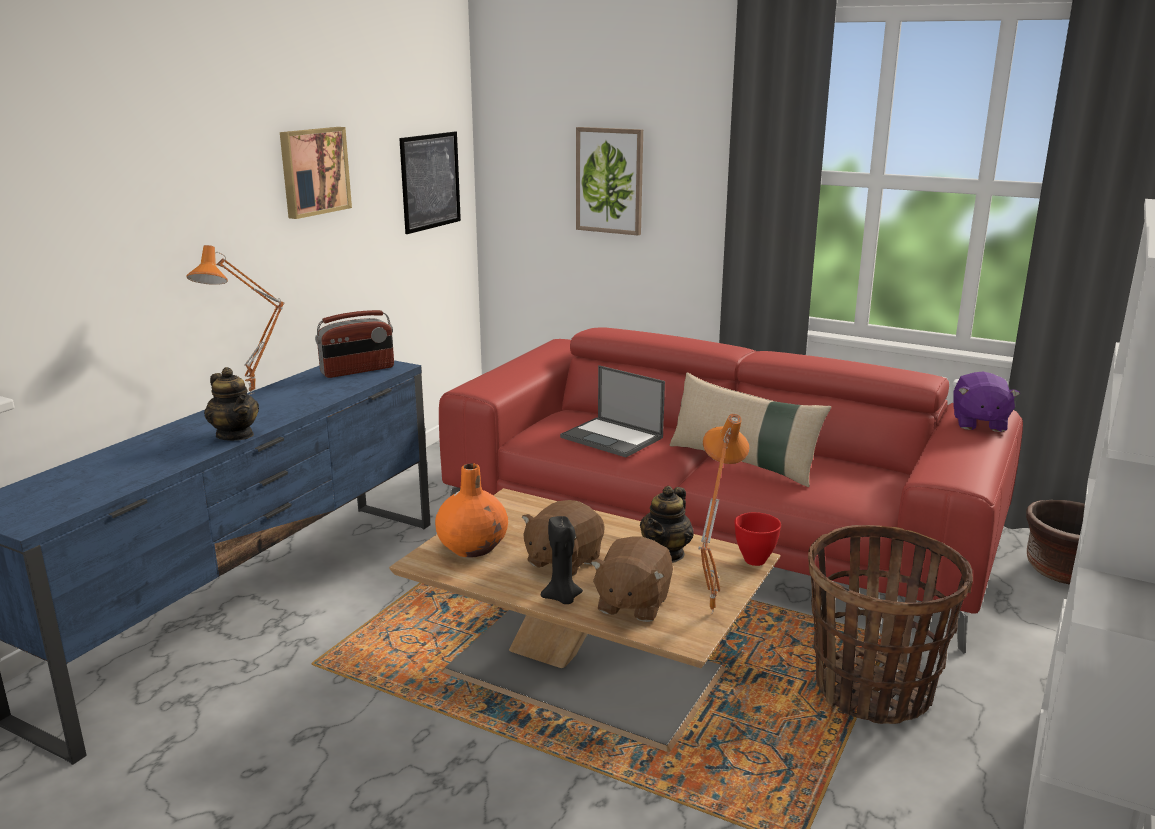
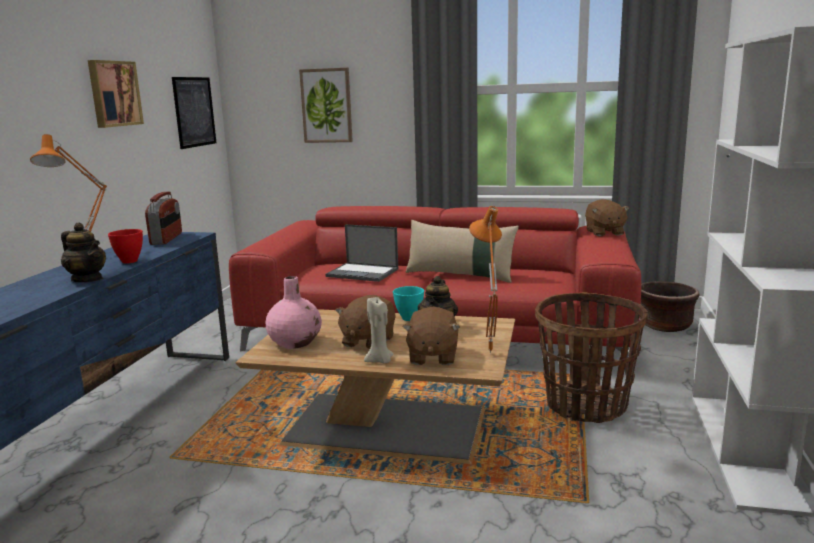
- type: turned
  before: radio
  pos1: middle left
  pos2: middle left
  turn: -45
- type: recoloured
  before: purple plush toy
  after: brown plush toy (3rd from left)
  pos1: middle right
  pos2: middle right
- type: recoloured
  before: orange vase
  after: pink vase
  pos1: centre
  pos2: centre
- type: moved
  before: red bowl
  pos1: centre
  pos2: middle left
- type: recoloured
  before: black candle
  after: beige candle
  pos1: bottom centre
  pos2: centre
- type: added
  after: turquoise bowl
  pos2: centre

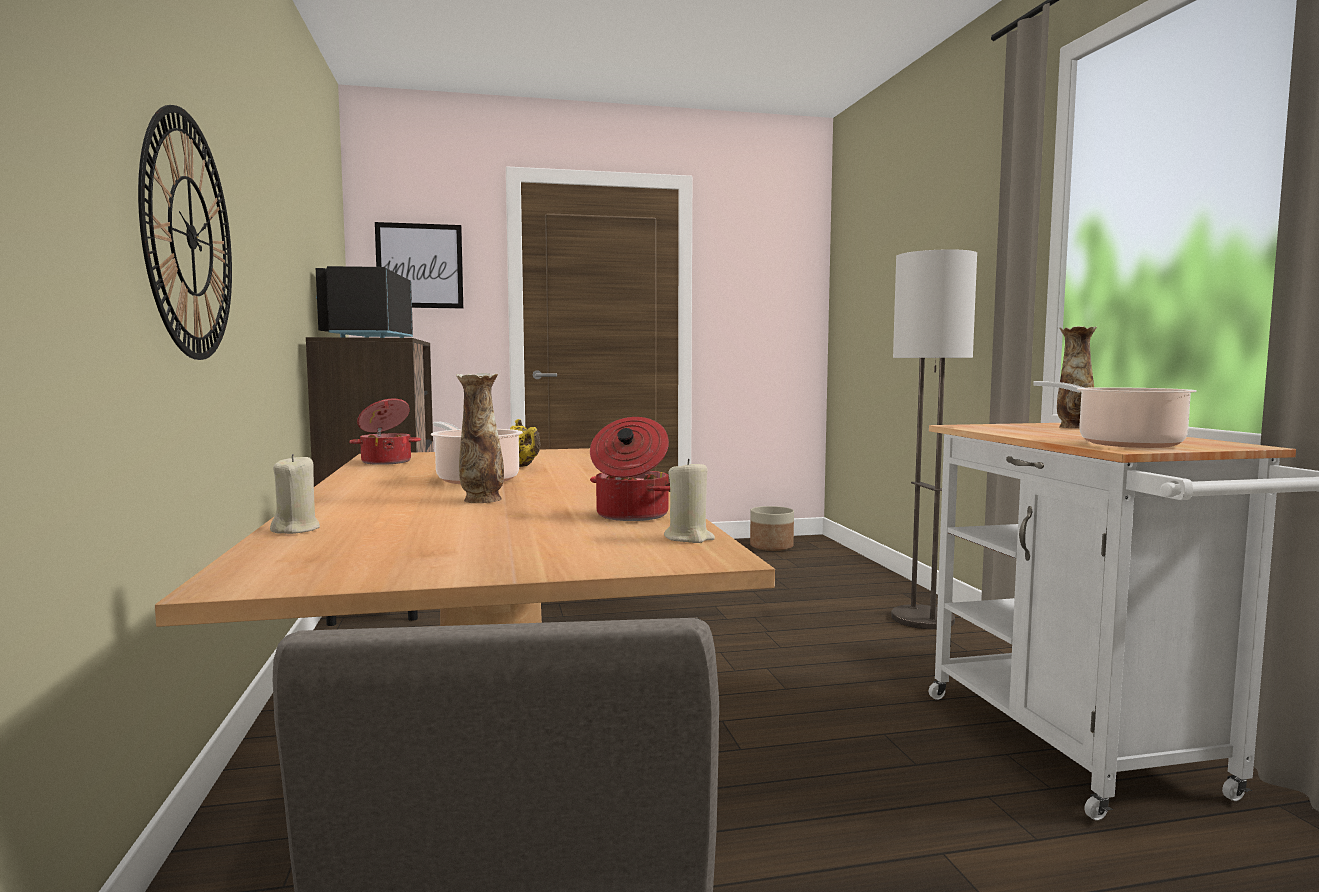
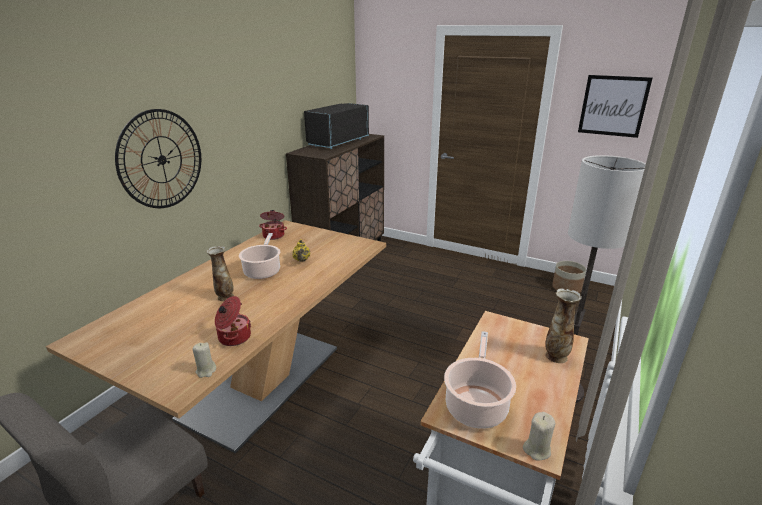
- type: moved
  before: picture
  pos1: top left
  pos2: top right
- type: moved
  before: beige candle (1st from left in the first image)
  after: beige candle (2nd from left)
  pos1: middle left
  pos2: bottom right

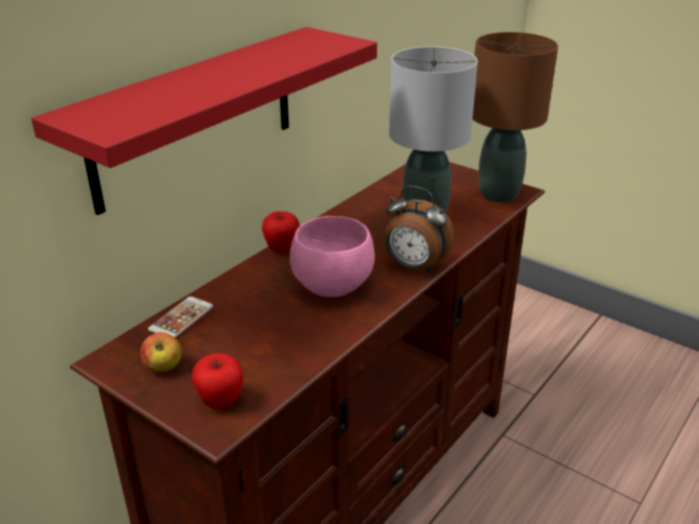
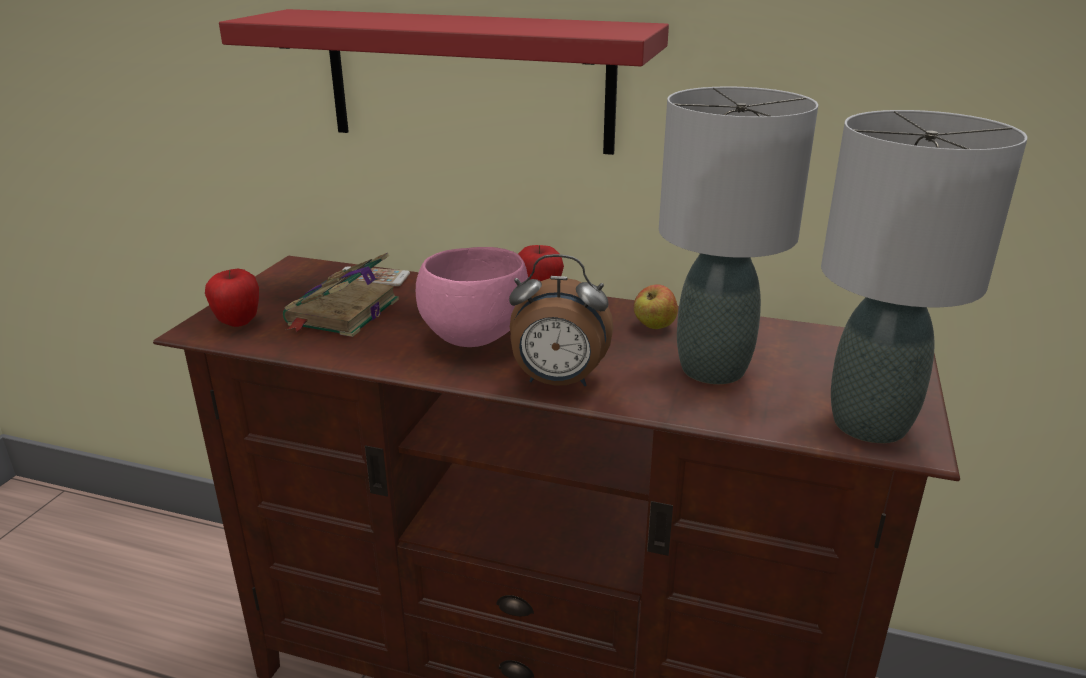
- type: recoloured
  before: brown table lamp
  after: grey table lamp (2nd from left)
  pos1: top right
  pos2: middle right
- type: turned
  before: alarm clock
  pos1: centre
  pos2: centre
  turn: -90
- type: moved
  before: apple (1st from left in the first image)
  after: apple (3rd from left)
  pos1: bottom left
  pos2: centre
- type: added
  after: book
  pos2: middle left

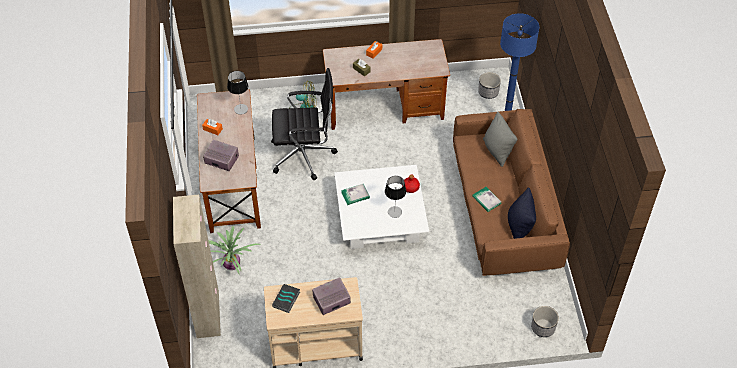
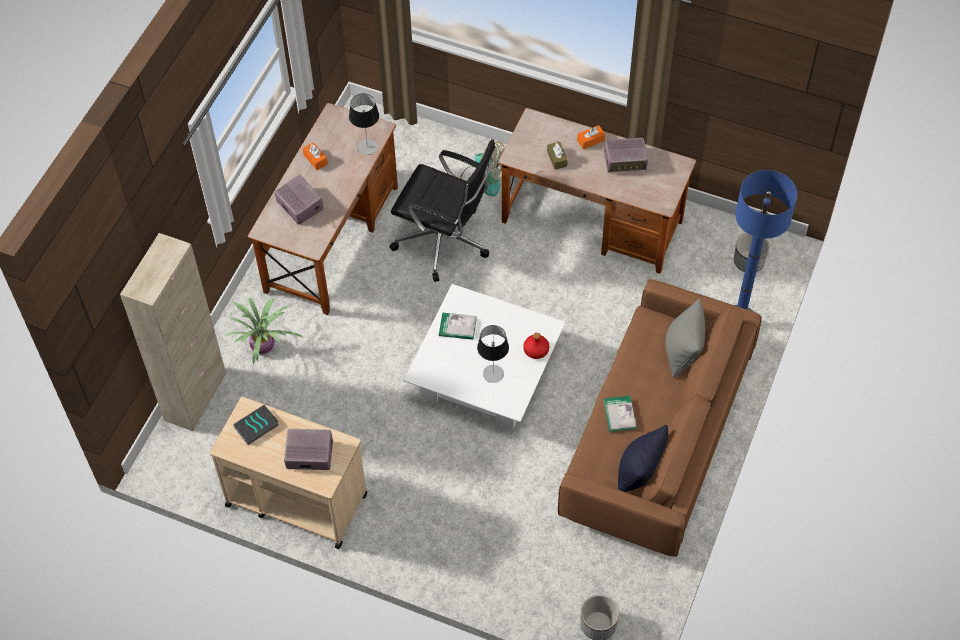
- type: added
  after: radio (3rd from left)
  pos2: top centre

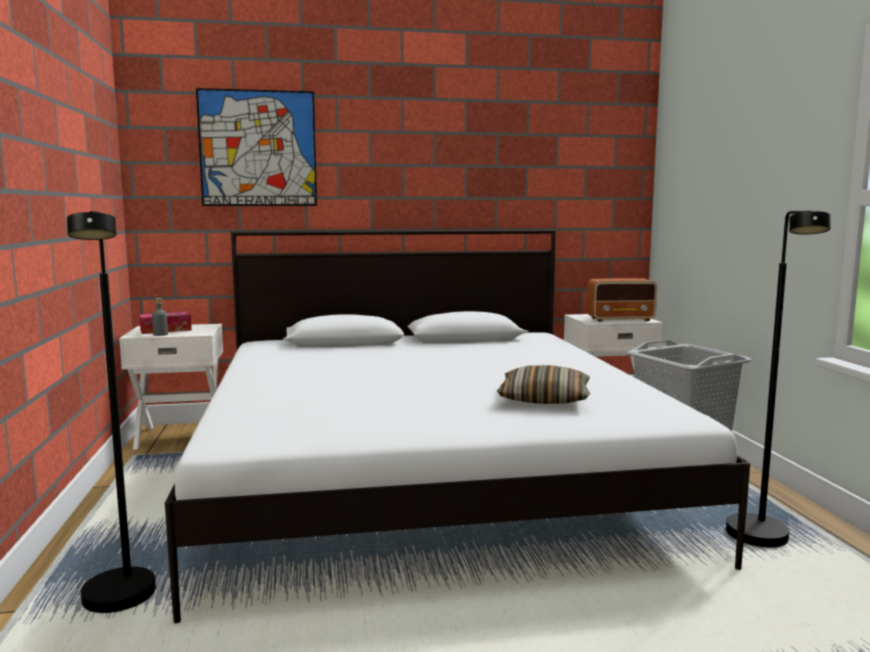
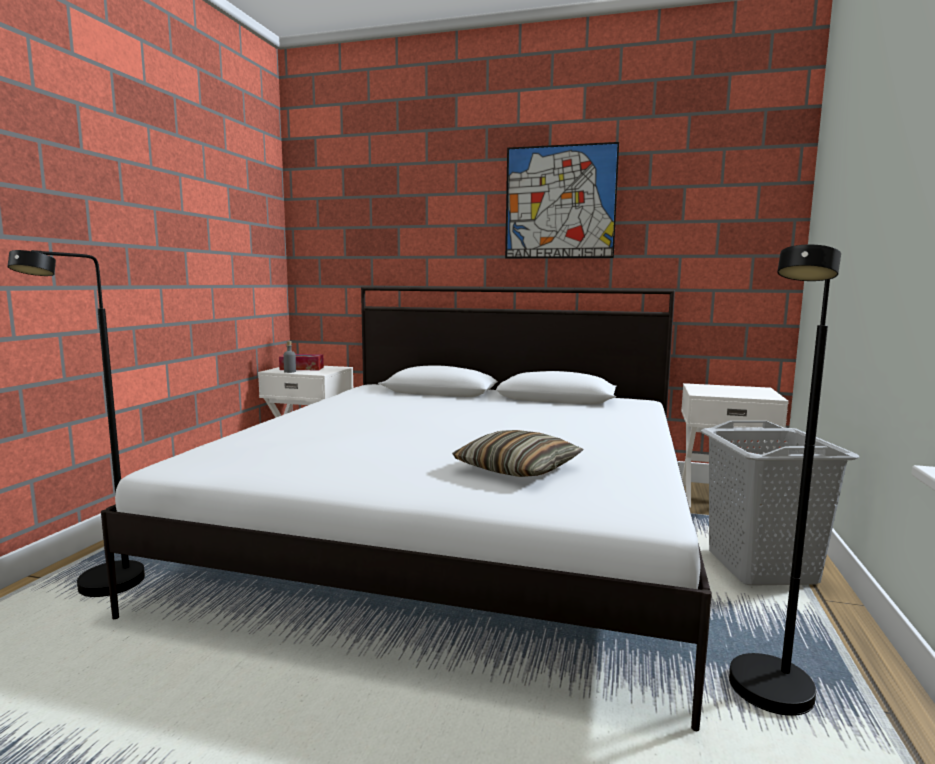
- type: moved
  before: picture
  pos1: top left
  pos2: top centre
- type: removed
  before: radio
  pos1: middle right

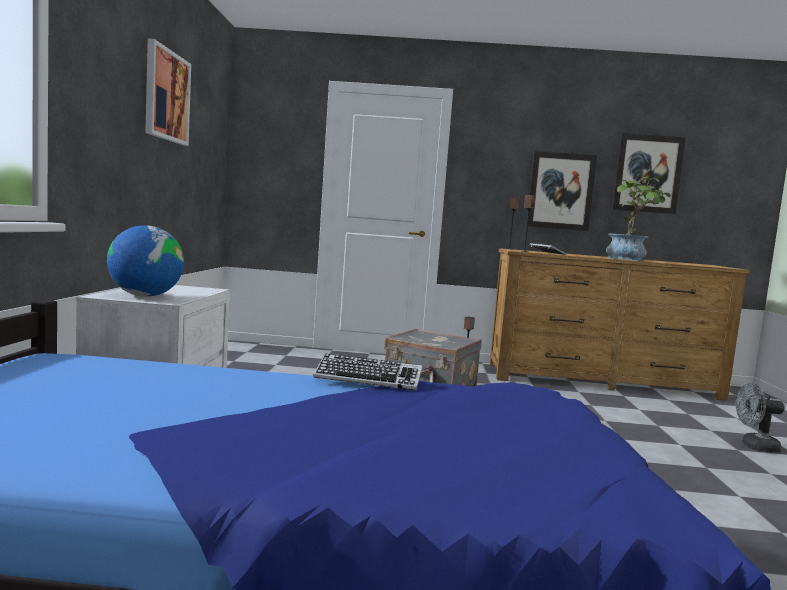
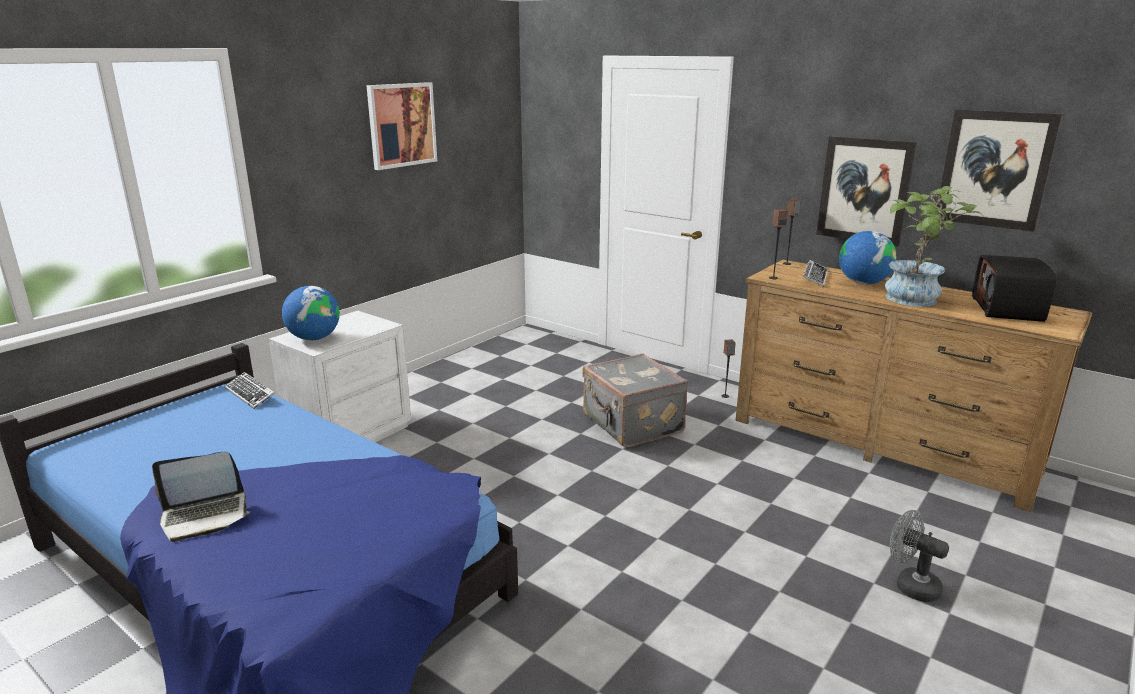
- type: moved
  before: keyboard (1st from left)
  pos1: centre
  pos2: middle left
- type: added
  after: globe (2nd from left)
  pos2: middle right
- type: added
  after: radio
  pos2: middle right
- type: added
  after: laptop
  pos2: bottom left

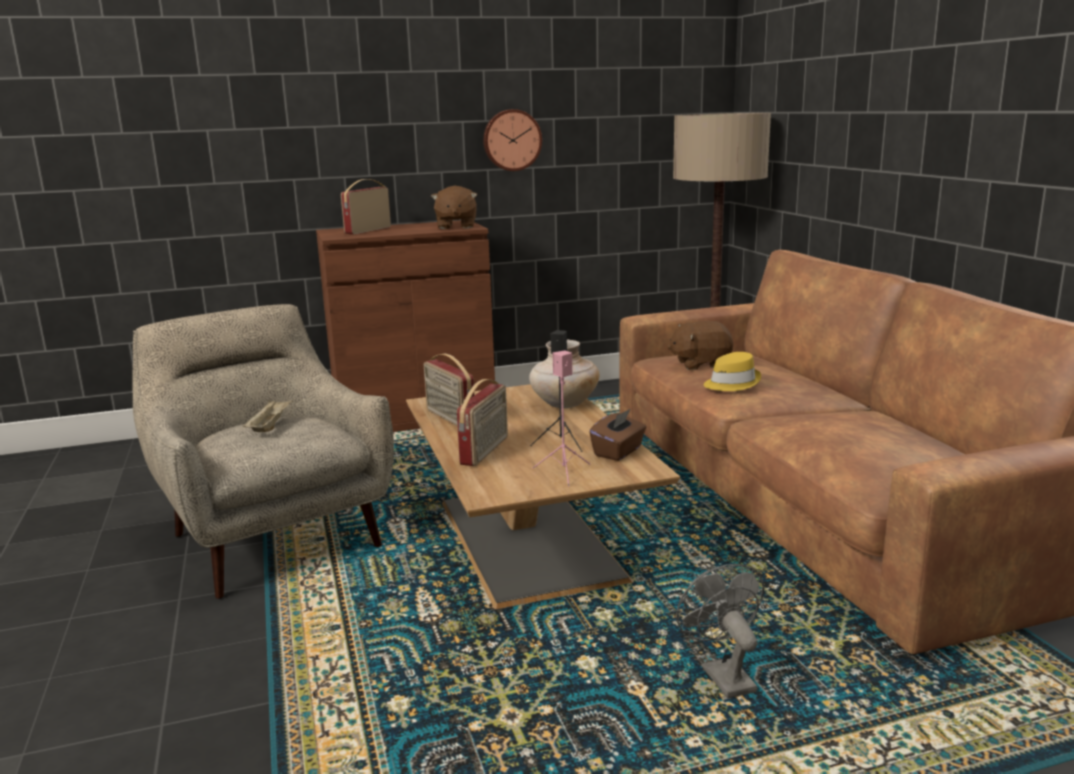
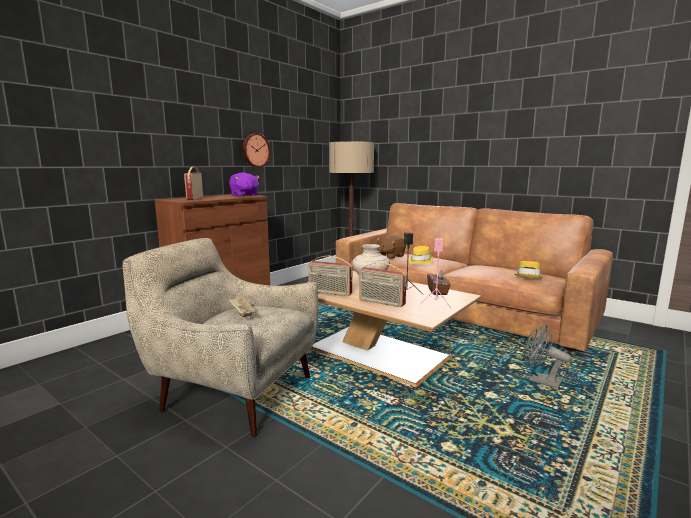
- type: recoloured
  before: brown plush toy (1st from left)
  after: purple plush toy
  pos1: top centre
  pos2: centre
- type: turned
  before: radio (3rd from left)
  pos1: centre
  pos2: centre
  turn: 135
- type: added
  after: yellow hat (2nd from left)
  pos2: middle right

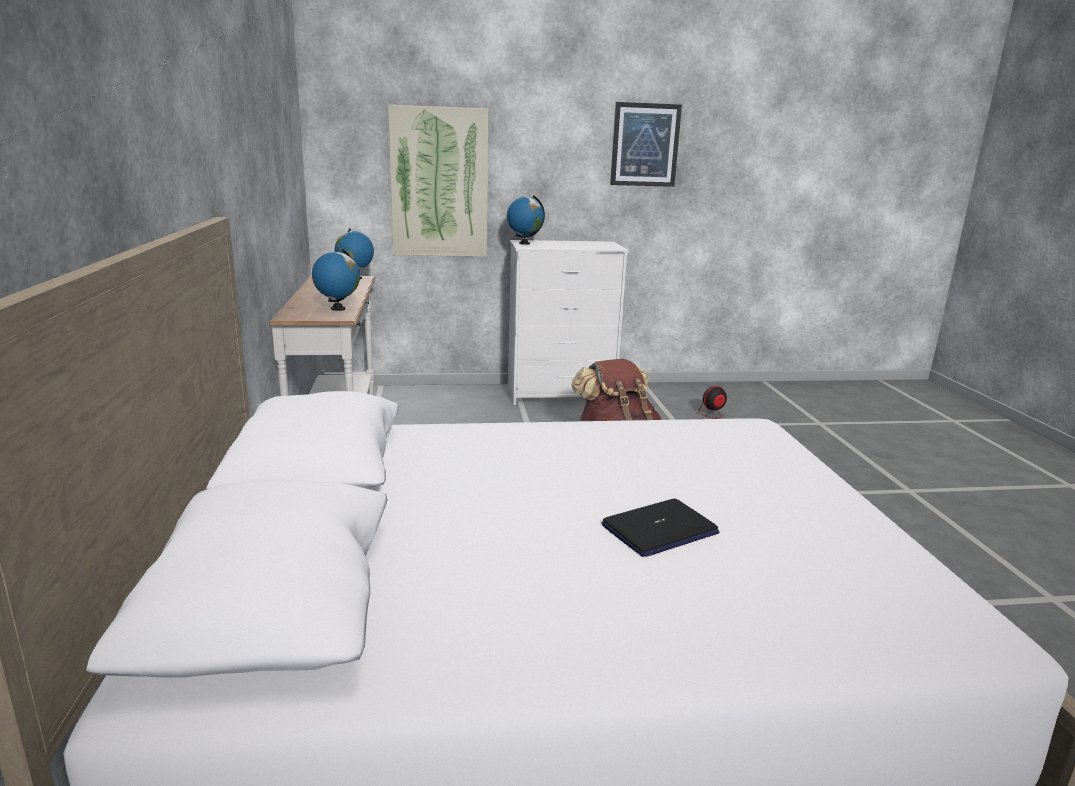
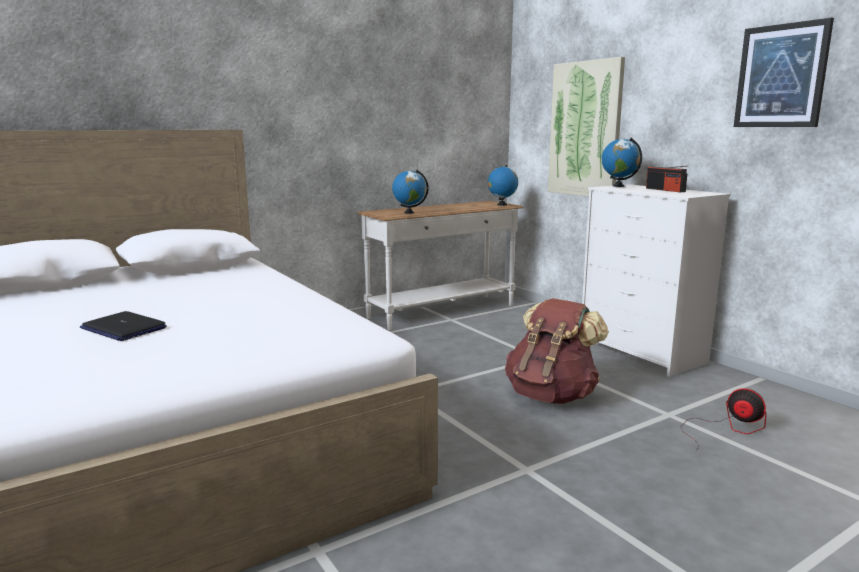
- type: added
  after: radio
  pos2: top right

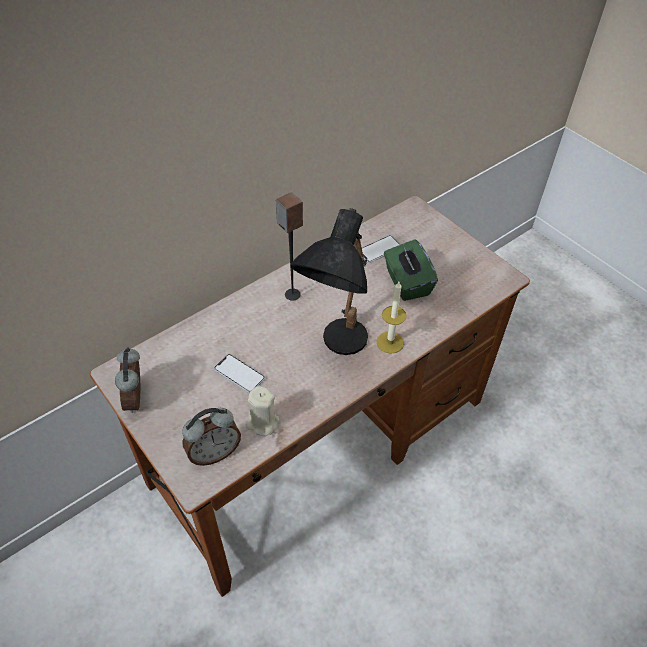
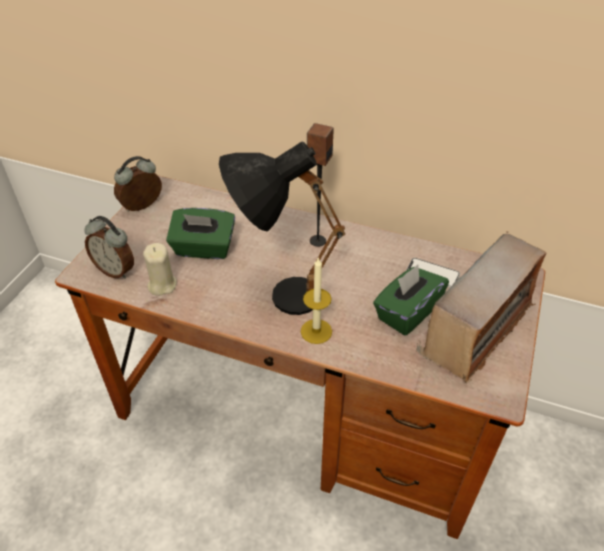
- type: replaced
  before: phone (1st from left)
  after: green tissue box (1st from left)
  pos1: centre
  pos2: middle left
- type: added
  after: radio
  pos2: middle right

